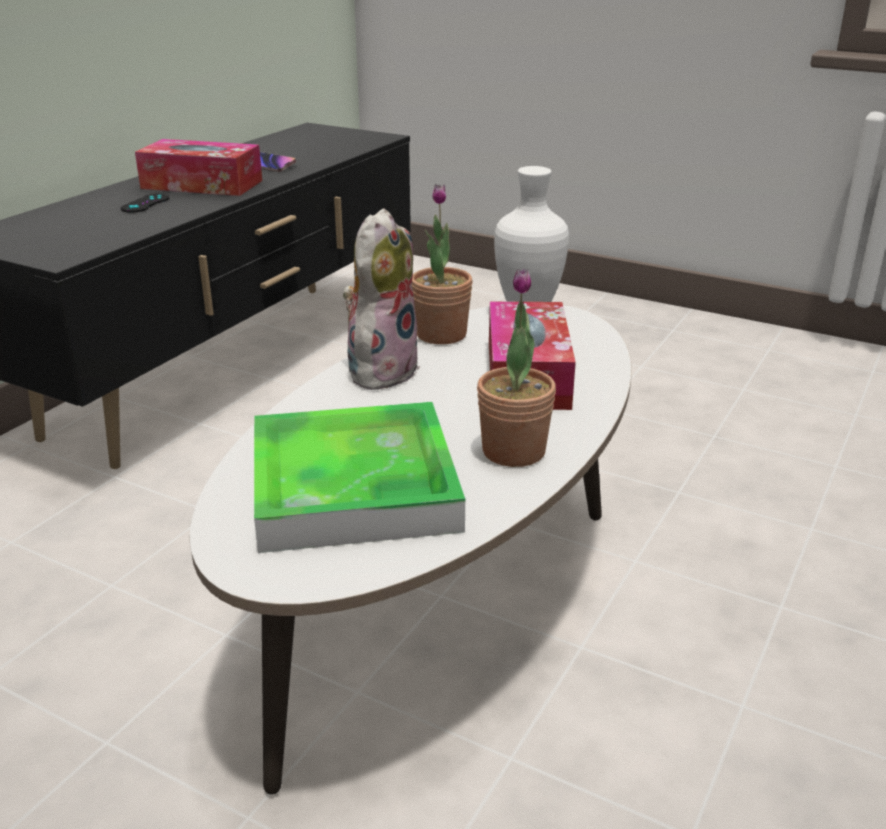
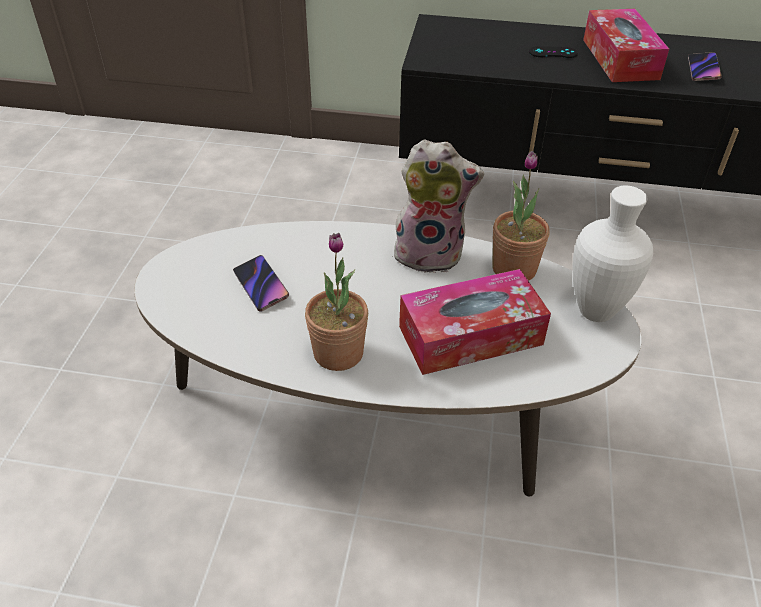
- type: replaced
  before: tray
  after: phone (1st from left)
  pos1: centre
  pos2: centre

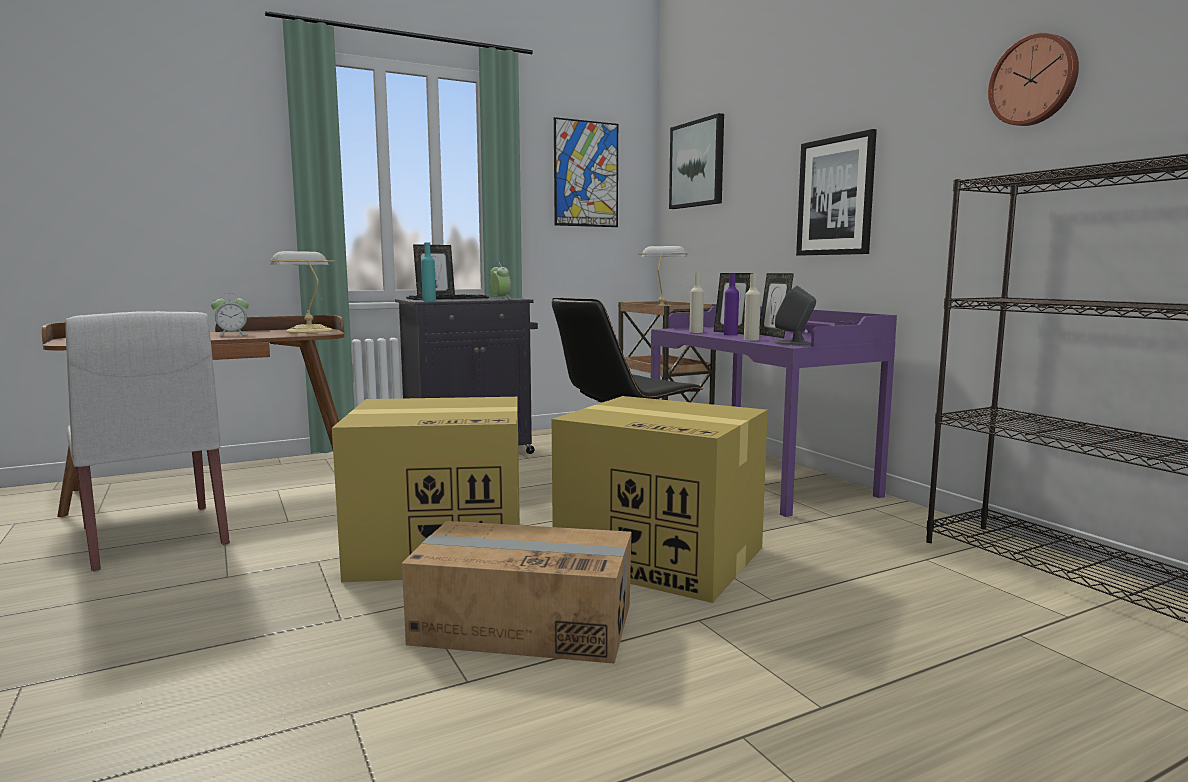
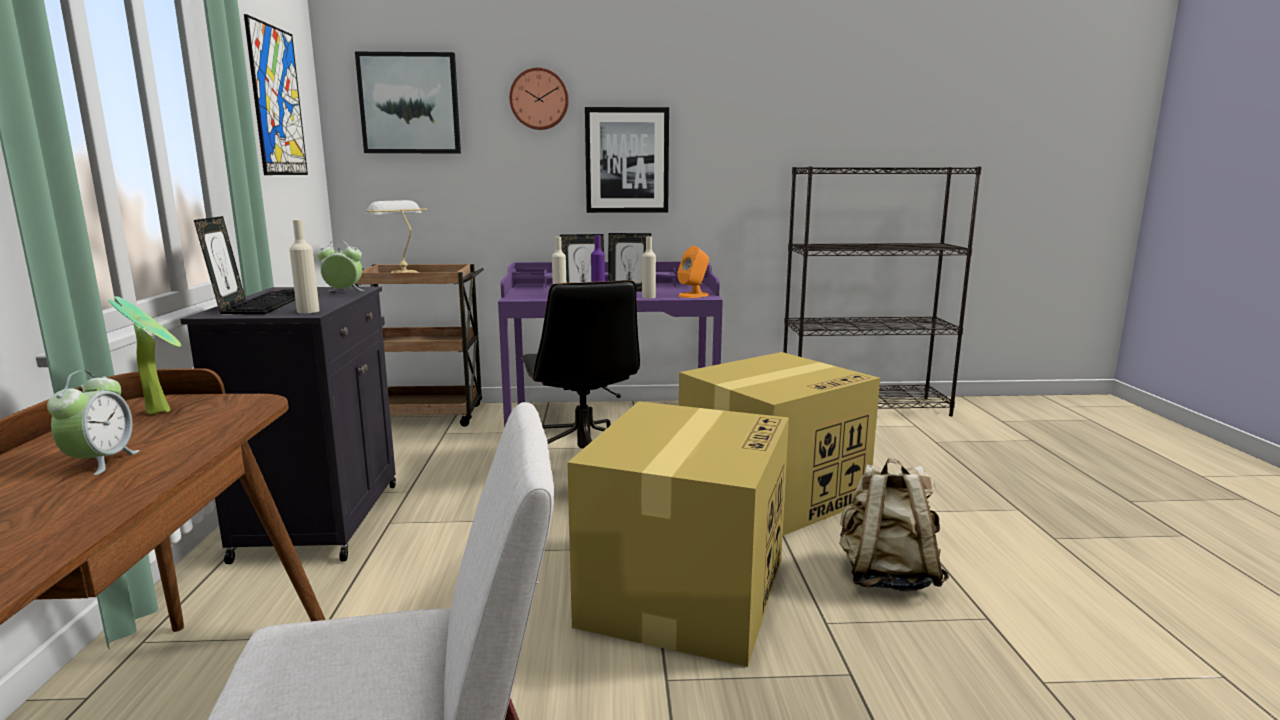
- type: moved
  before: wall clock
  pos1: top right
  pos2: top centre
- type: recoloured
  before: turquoise bottle
  after: beige bottle (1st from left)
  pos1: centre
  pos2: middle left
- type: replaced
  before: table lamp (1st from left)
  after: potted plant
  pos1: middle left
  pos2: middle left
- type: recoloured
  before: grey speaker
  after: orange speaker
  pos1: middle right
  pos2: centre
- type: replaced
  before: cardboard box (2nd from left)
  after: beige backpack
  pos1: bottom centre
  pos2: bottom right

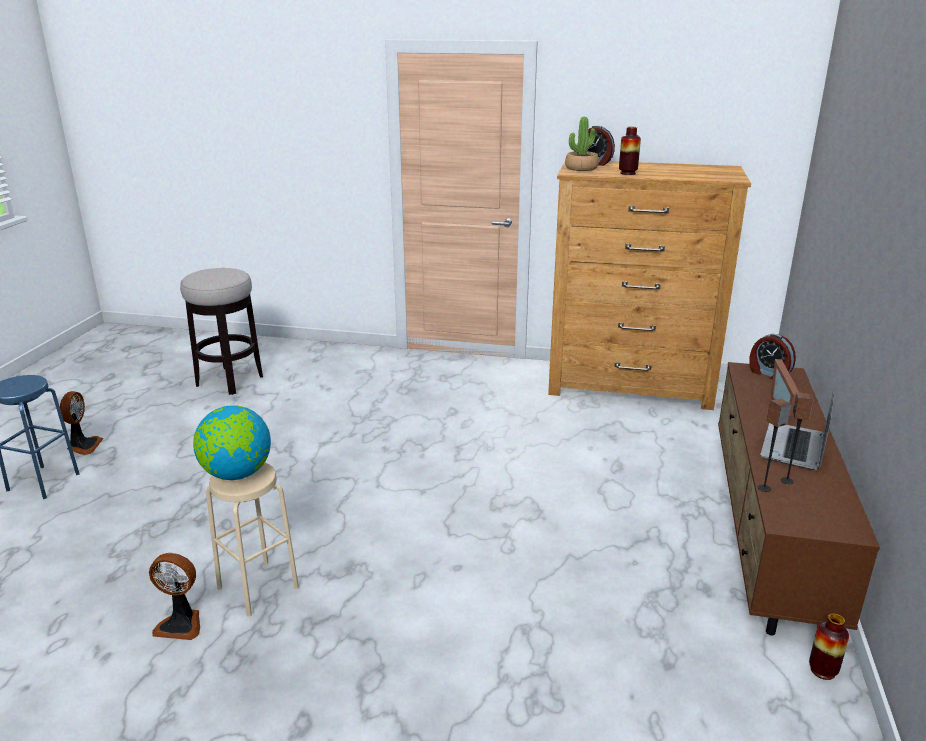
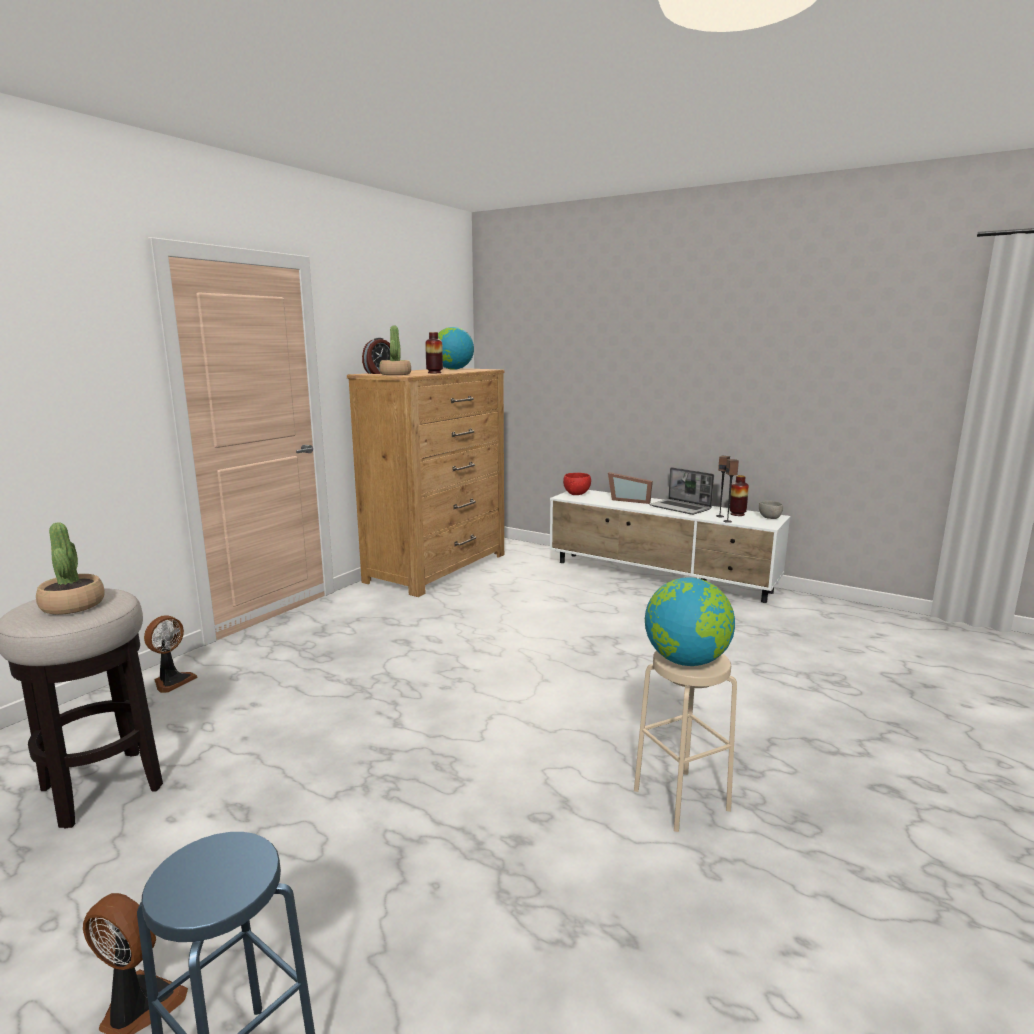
- type: replaced
  before: alarm clock (2nd from left)
  after: red bowl
  pos1: middle right
  pos2: centre
- type: recoloured
  before: brown tv stand
  after: white tv stand
  pos1: bottom right
  pos2: centre
- type: moved
  before: fan (2nd from left)
  pos1: bottom left
  pos2: middle left
- type: moved
  before: vase (2nd from left)
  pos1: bottom right
  pos2: middle right
- type: added
  after: globe (1st from left)
  pos2: centre
- type: added
  after: grey bowl
  pos2: middle right
- type: added
  after: potted plant (1st from left)
  pos2: middle left

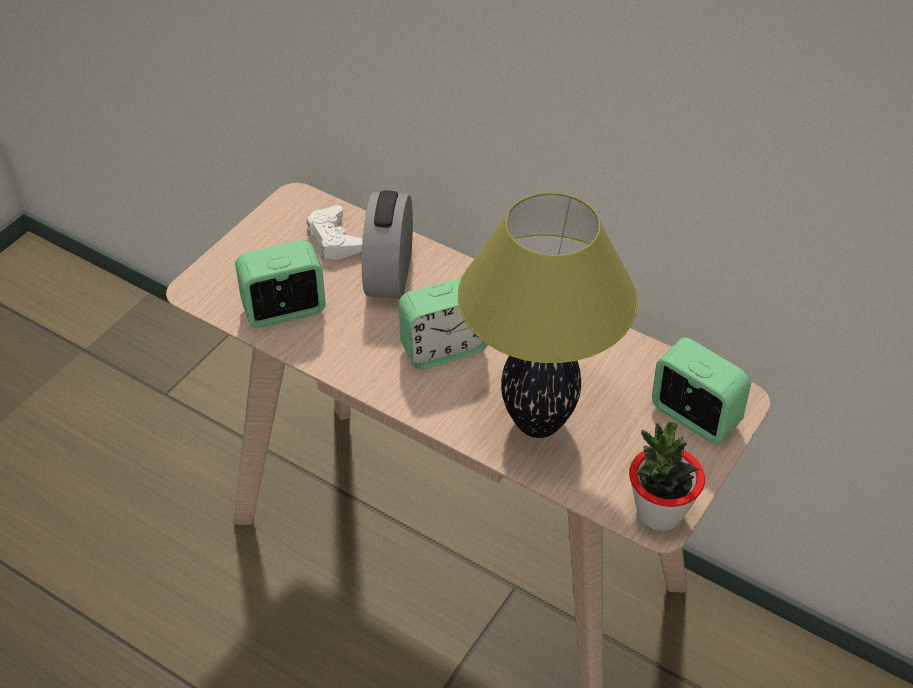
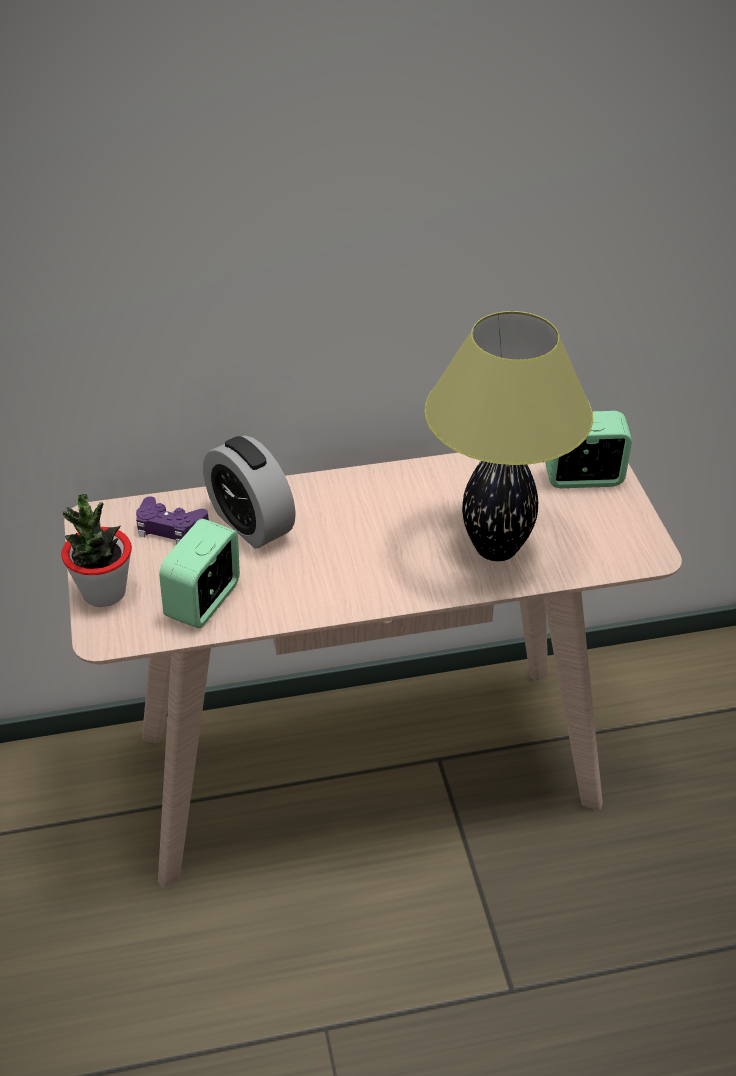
- type: recoloured
  before: white game controller
  after: purple game controller
  pos1: centre
  pos2: middle left
- type: removed
  before: alarm clock (3rd from left)
  pos1: centre
- type: moved
  before: potted plant
  pos1: bottom right
  pos2: middle left

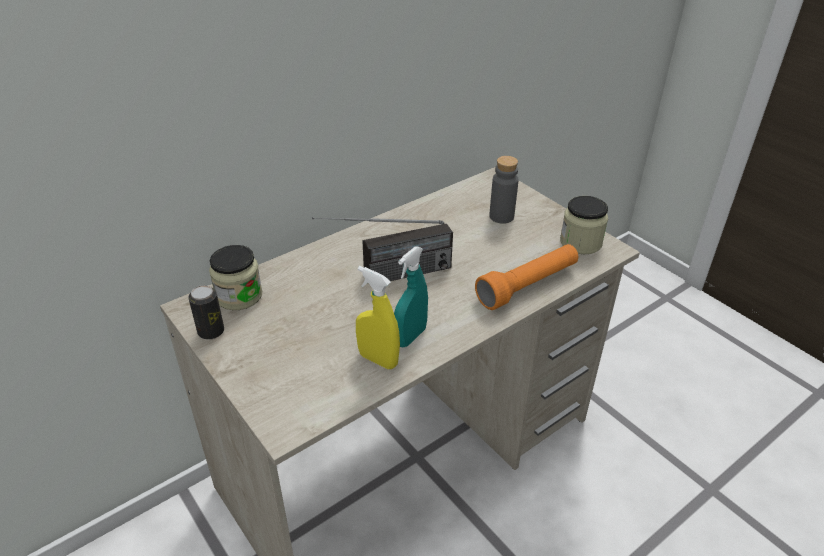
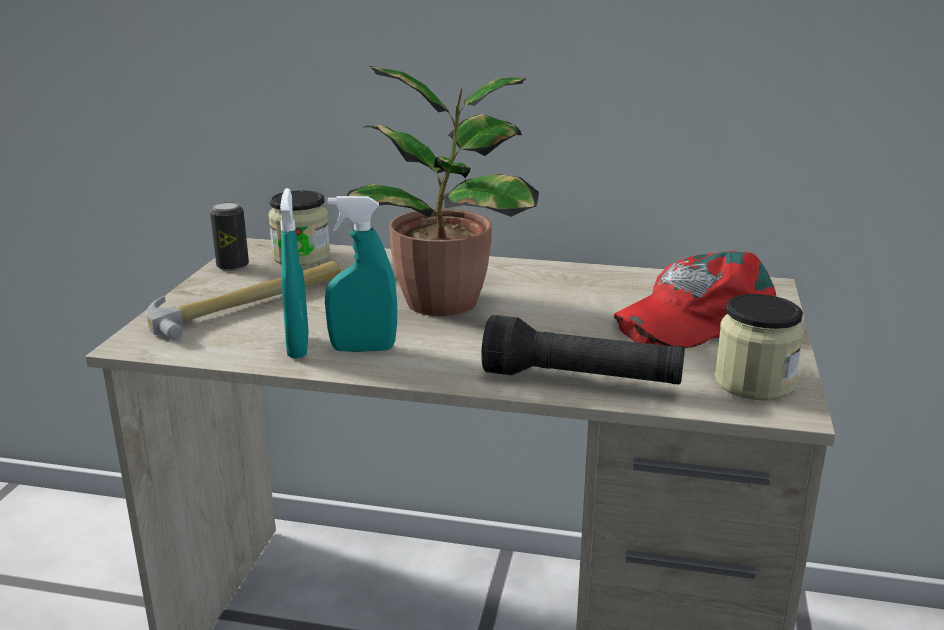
- type: replaced
  before: grey bottle
  after: red cap
  pos1: centre
  pos2: middle right
- type: replaced
  before: radio
  after: potted plant
  pos1: centre
  pos2: top centre
- type: recoloured
  before: orange flashlight
  after: black flashlight
  pos1: centre
  pos2: centre
- type: recoloured
  before: yellow spray bottle
  after: turquoise spray bottle (1st from left)
  pos1: centre
  pos2: middle left
- type: added
  after: hammer
  pos2: middle left

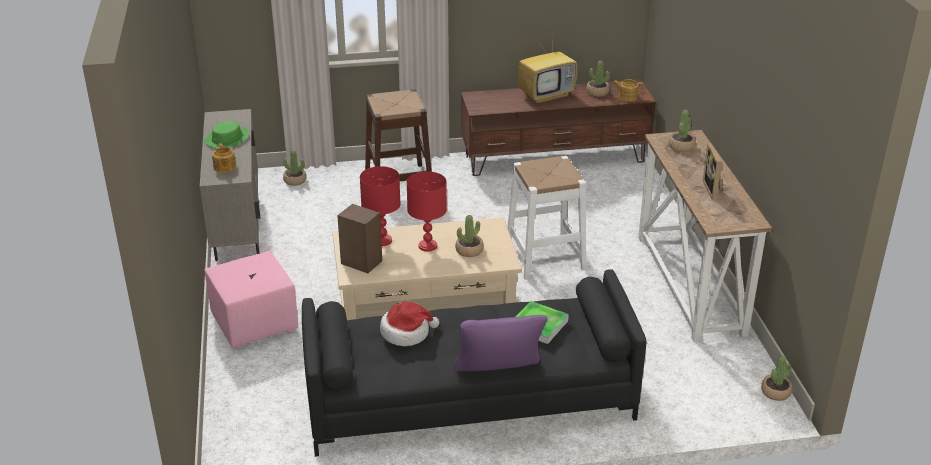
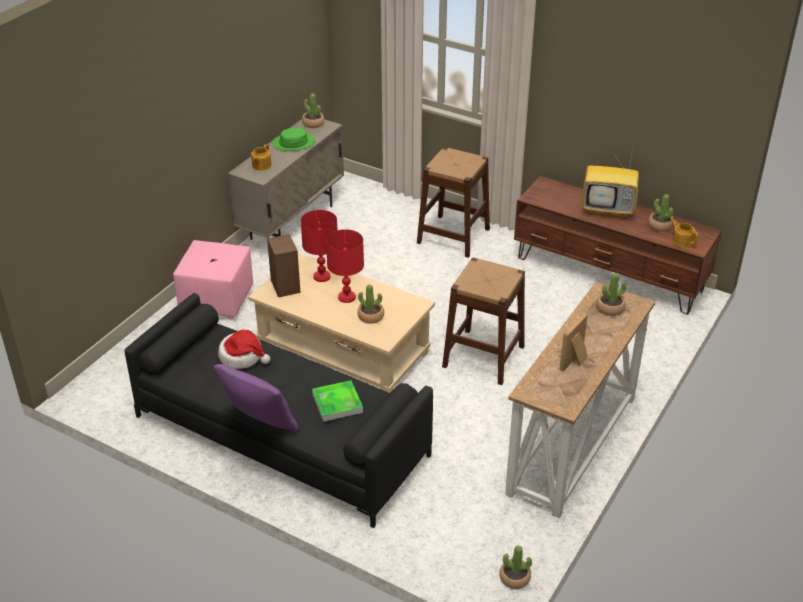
- type: moved
  before: potted plant (1st from left)
  pos1: middle left
  pos2: top centre
- type: recoloured
  before: white stool
  after: brown stool (2nd from left)
  pos1: centre
  pos2: centre

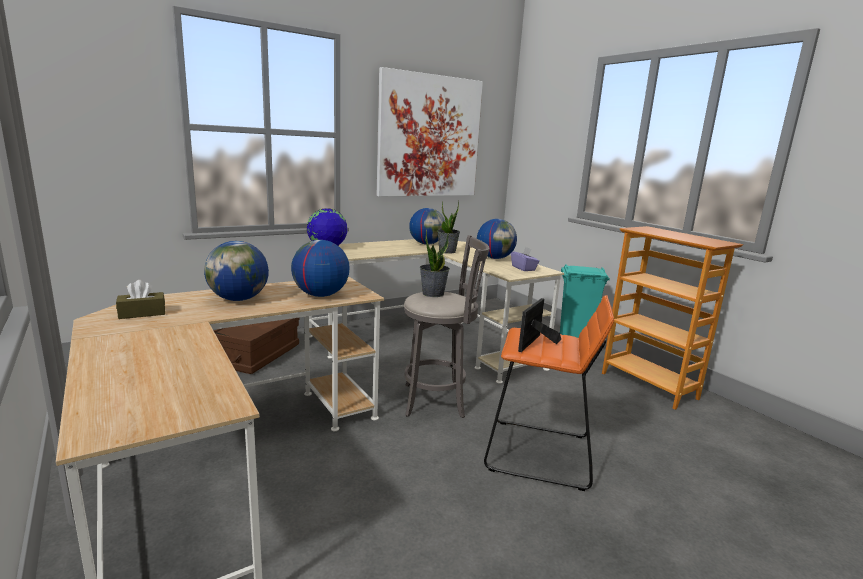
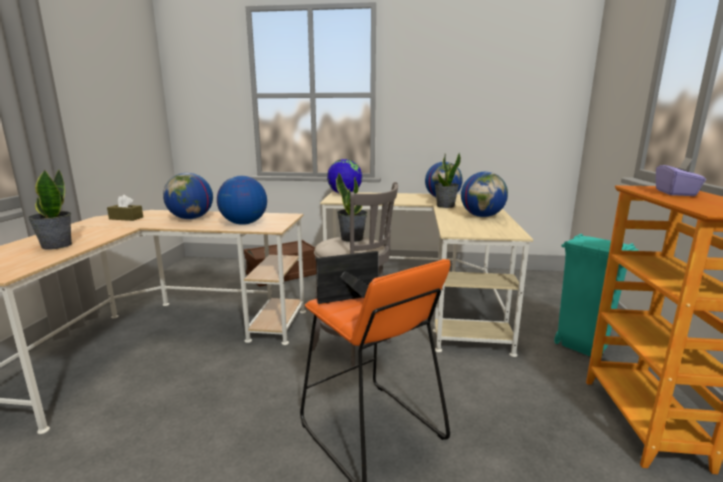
- type: removed
  before: picture
  pos1: top centre
- type: moved
  before: purple tissue box
  pos1: centre
  pos2: middle right
- type: added
  after: potted plant (1st from left)
  pos2: middle left

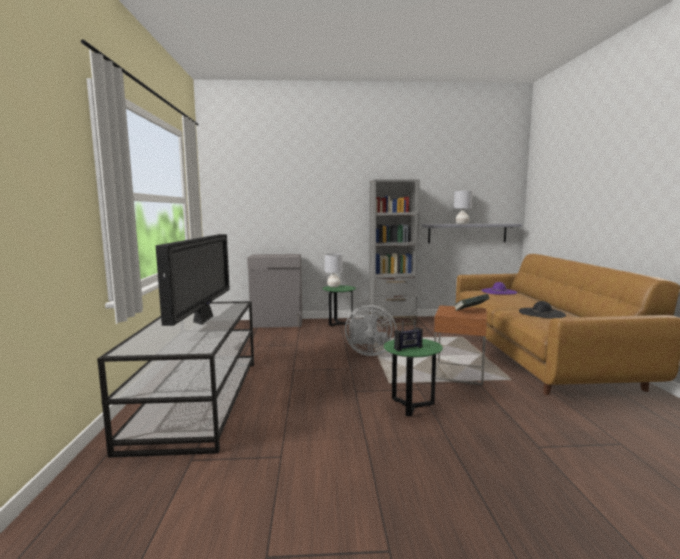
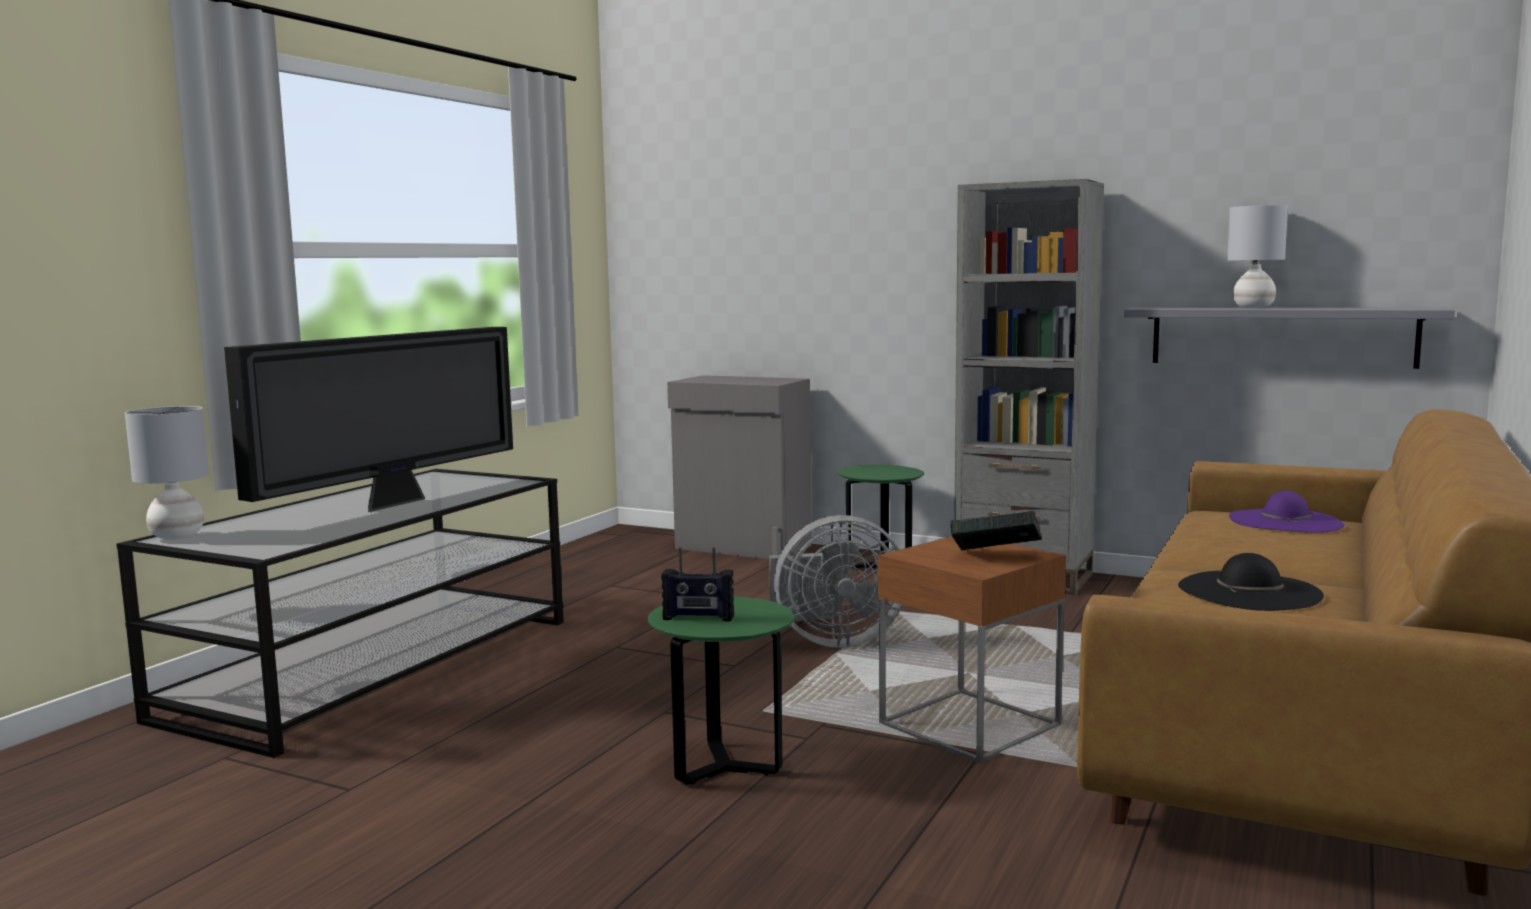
- type: moved
  before: grey table lamp (1st from left)
  pos1: centre
  pos2: middle left
- type: turned
  before: grey fan
  pos1: centre
  pos2: centre
  turn: -45

